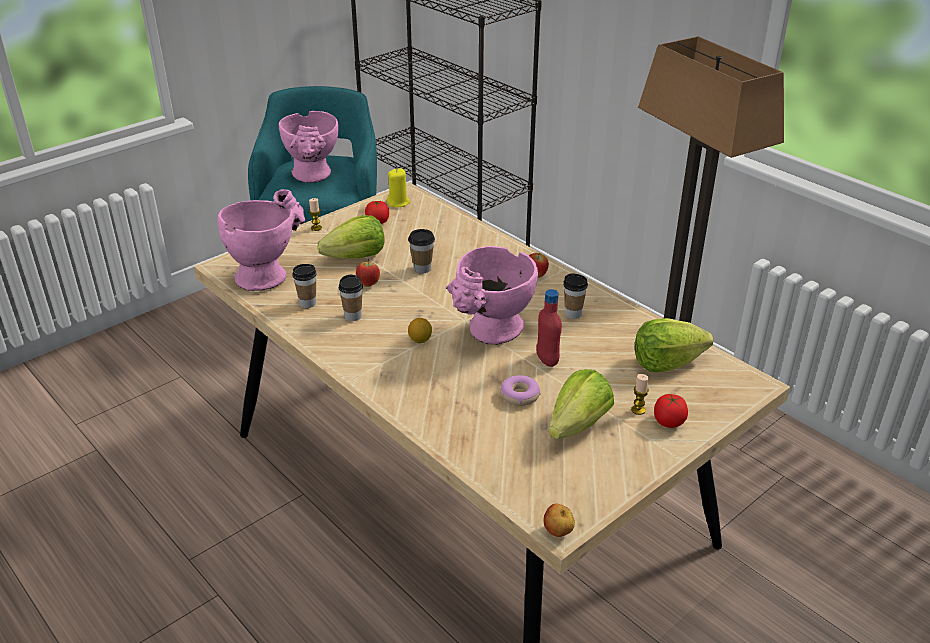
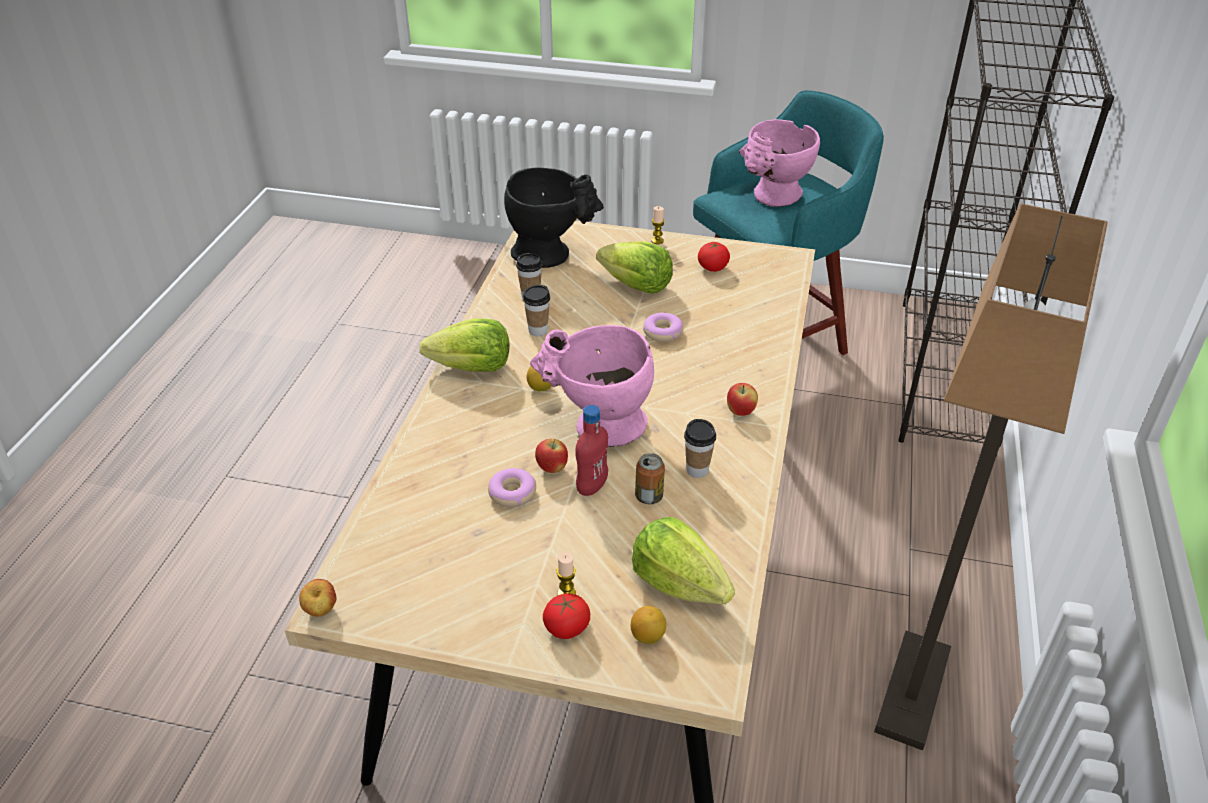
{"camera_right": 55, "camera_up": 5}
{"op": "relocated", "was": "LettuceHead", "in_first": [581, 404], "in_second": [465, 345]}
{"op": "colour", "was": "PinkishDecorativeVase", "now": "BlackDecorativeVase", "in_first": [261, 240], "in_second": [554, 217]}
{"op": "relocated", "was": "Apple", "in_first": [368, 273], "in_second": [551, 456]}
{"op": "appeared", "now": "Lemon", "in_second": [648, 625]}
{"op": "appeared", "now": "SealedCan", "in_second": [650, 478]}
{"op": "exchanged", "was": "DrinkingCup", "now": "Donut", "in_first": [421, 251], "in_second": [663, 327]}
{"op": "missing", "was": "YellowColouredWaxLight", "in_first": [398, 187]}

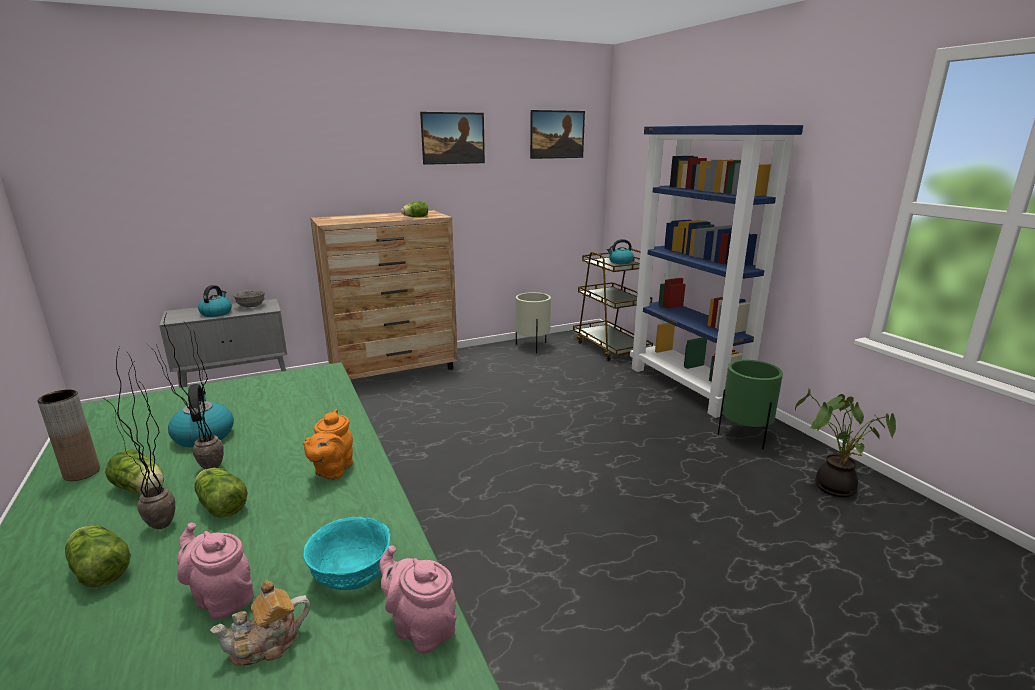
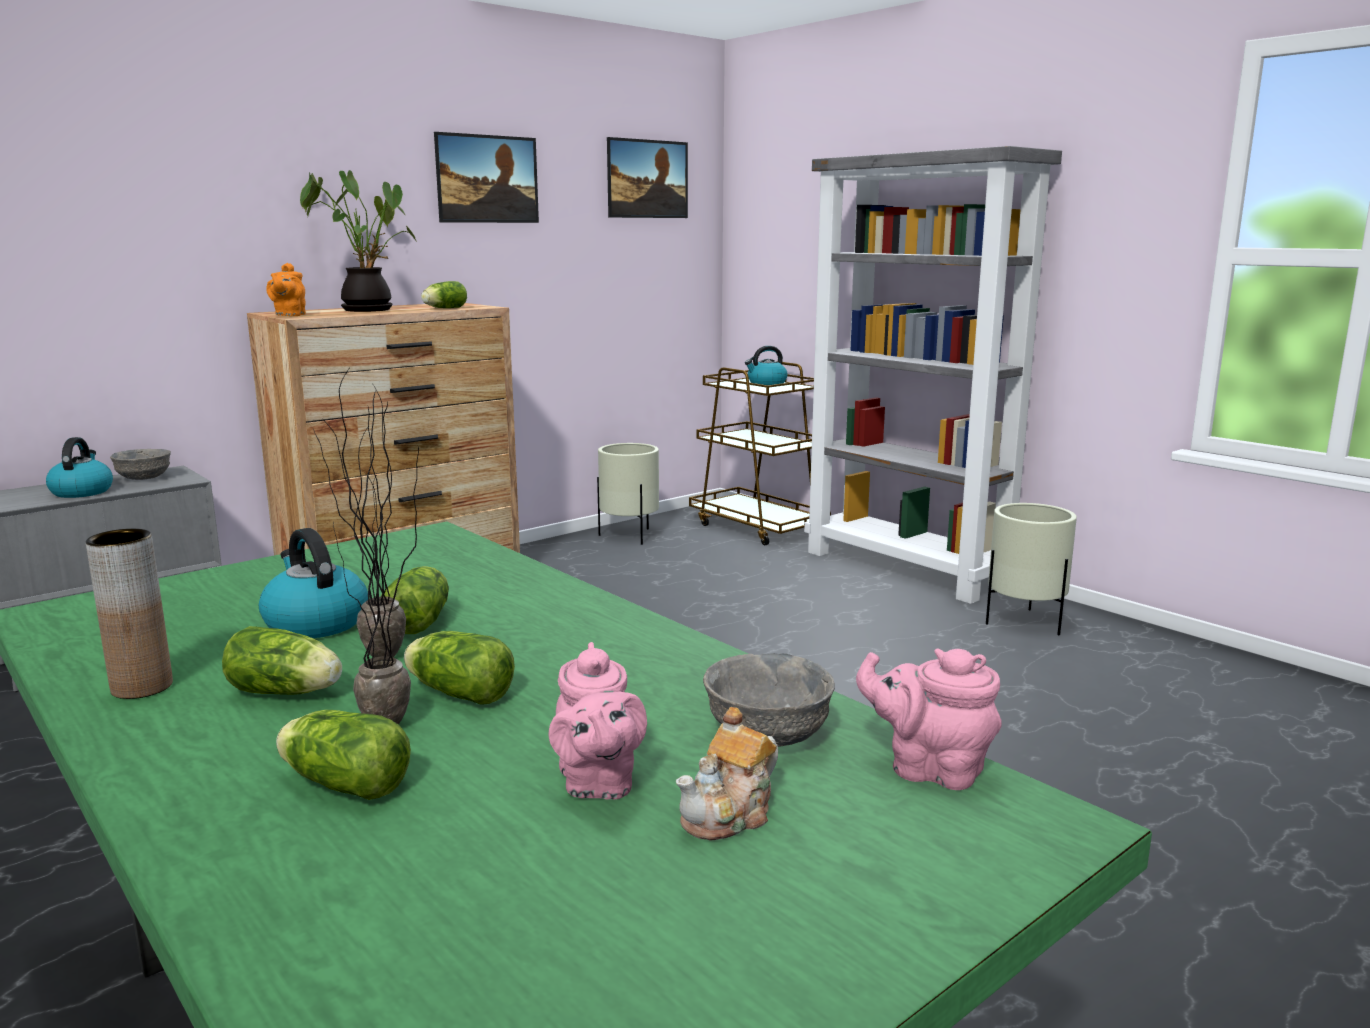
{"camera_right": -15, "camera_up": -5}
{"op": "relocated", "was": "OrangeColouredTeaPot", "in_first": [328, 444], "in_second": [286, 289]}
{"op": "relocated", "was": "PottedPlant", "in_first": [845, 443], "in_second": [358, 241]}
{"op": "appeared", "now": "LettuceHead", "in_second": [415, 600]}
{"op": "spun", "was": "PinkishTeaPot", "in_first": [215, 571], "in_second": [597, 721], "clockwise": -120}
{"op": "colour", "was": "TurquoiseServingBowl", "now": "GreyishServingBowl", "in_first": [346, 553], "in_second": [769, 700]}
{"op": "colour", "was": "BlueShelvingUnit", "now": "GreyishShelvingUnit", "in_first": [716, 271], "in_second": [933, 375]}
{"op": "colour", "was": "GreenPlantPot", "now": "BeigeColouredPlantPot", "in_first": [750, 404], "in_second": [1031, 569]}

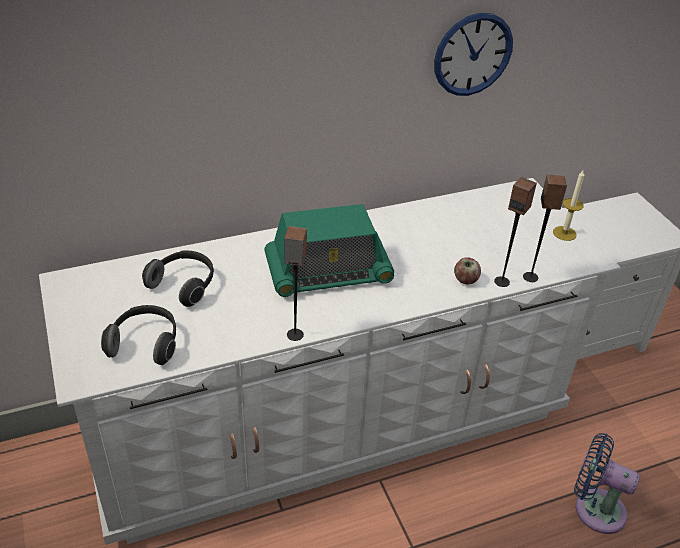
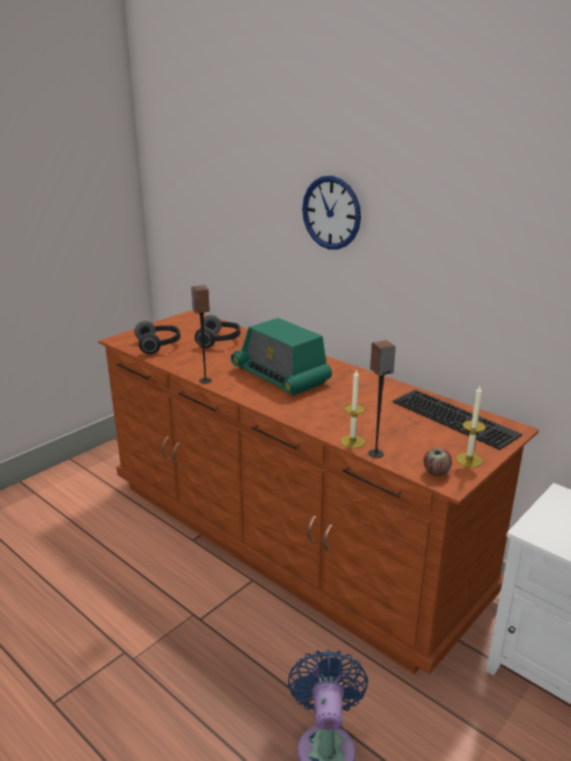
{"camera_right": 65, "camera_up": -15}
{"op": "colour", "was": "WhiteColouredDrawerChest", "now": "BrownishDrawerChest", "in_first": [329, 361], "in_second": [318, 492]}
{"op": "relocated", "was": "ClockOnTheWall", "in_first": [473, 54], "in_second": [331, 213]}
{"op": "exchanged", "was": "AudioSpeaker", "now": "WaxLight", "in_first": [515, 232], "in_second": [352, 408]}
{"op": "appeared", "now": "Keyboard", "in_second": [457, 420]}
{"op": "relocated", "was": "Apple", "in_first": [467, 270], "in_second": [438, 462]}

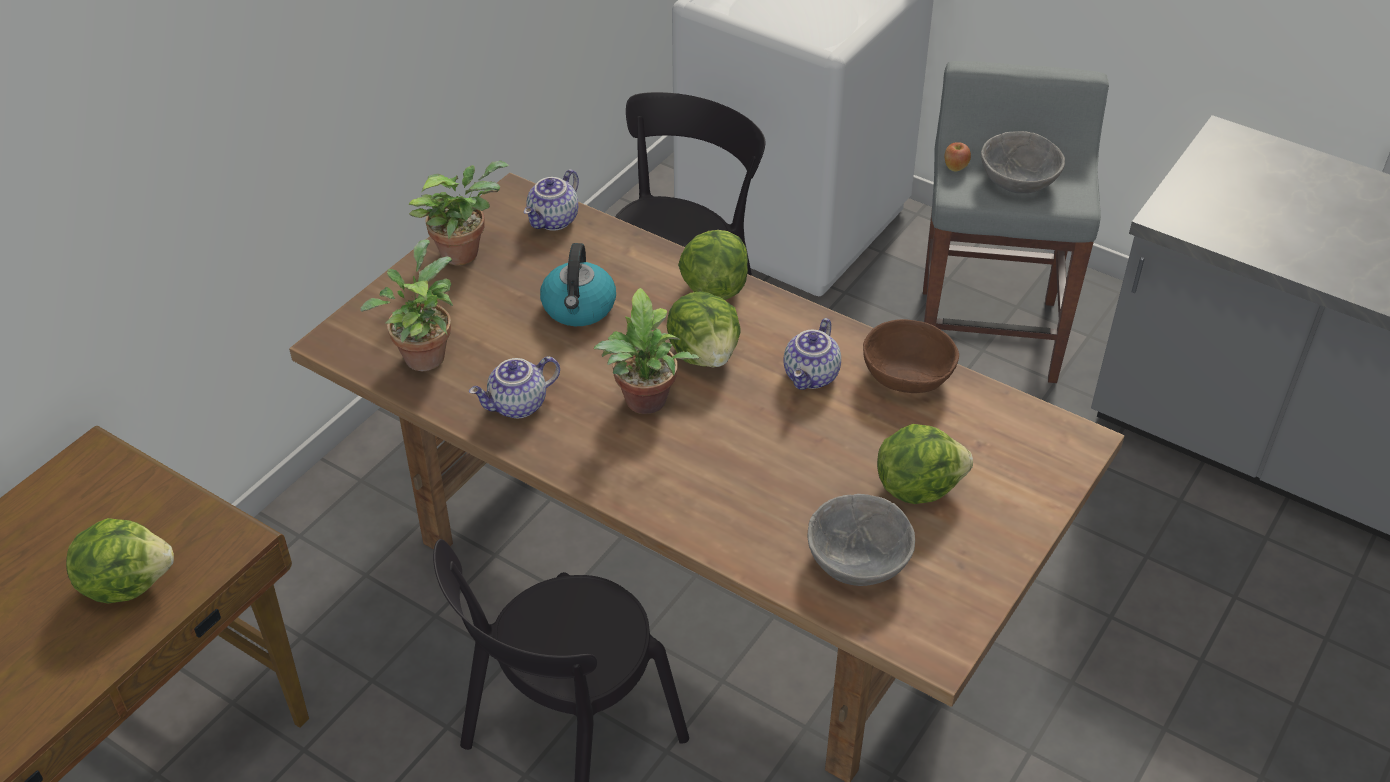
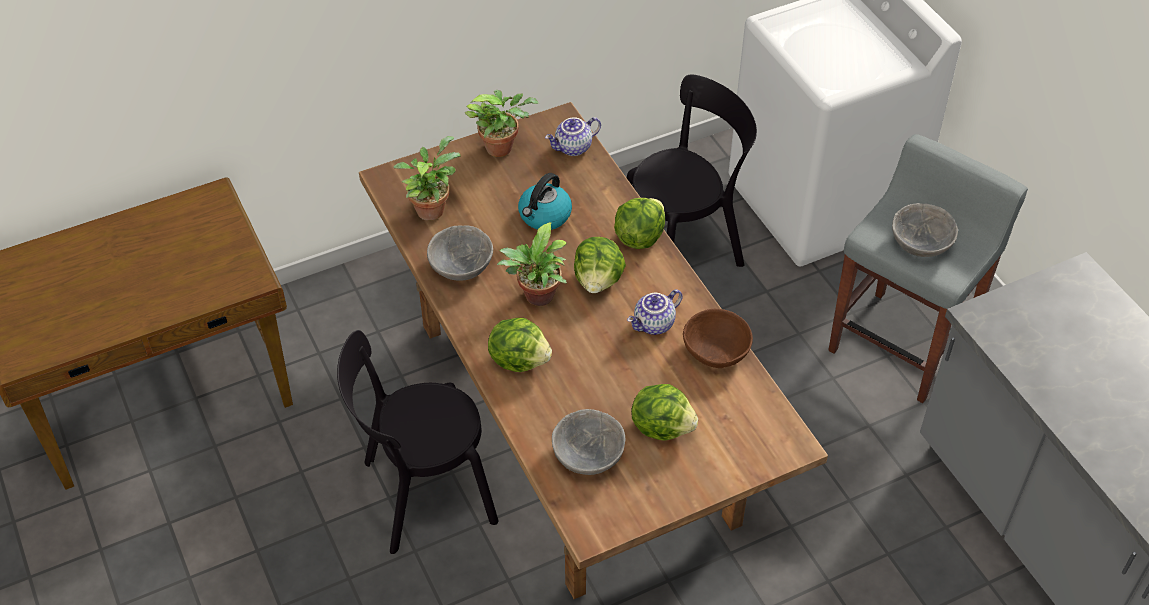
{"camera_right": 30, "camera_up": 5}
{"op": "exchanged", "was": "TeaPot", "now": "GreyishServingBowl", "in_first": [514, 387], "in_second": [460, 253]}
{"op": "relocated", "was": "LettuceHead", "in_first": [120, 560], "in_second": [520, 345]}
{"op": "missing", "was": "Apple", "in_first": [957, 156]}

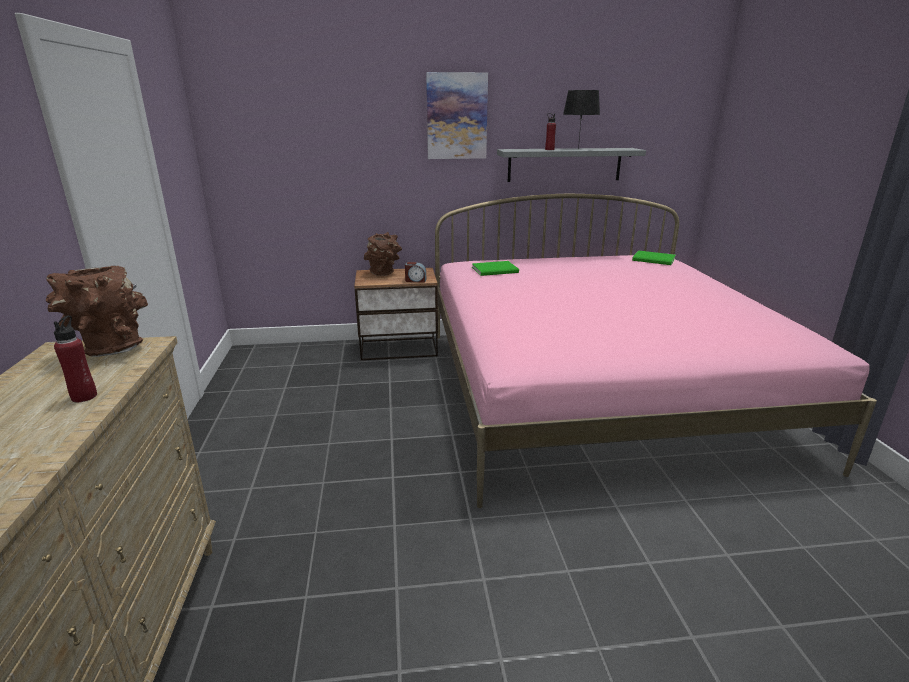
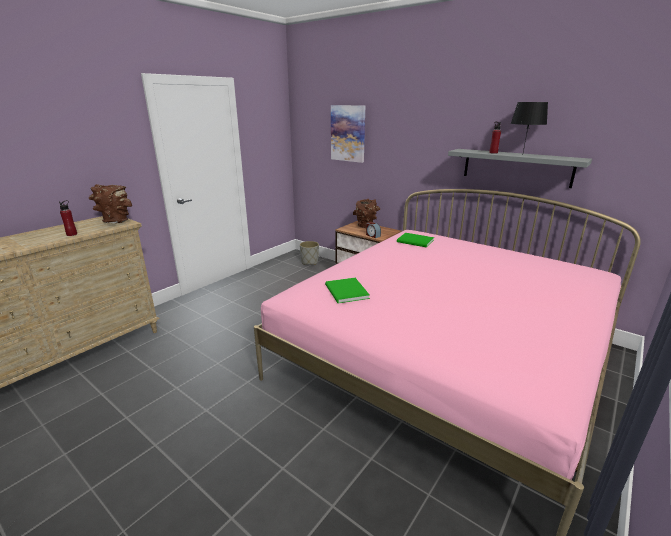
{"camera_right": 45, "camera_up": 0}
{"op": "appeared", "now": "GreyishPlantPot", "in_second": [309, 253]}
{"op": "relocated", "was": "GreenVolume", "in_first": [654, 257], "in_second": [347, 291]}
{"op": "relocated", "was": "WallArt", "in_first": [457, 115], "in_second": [348, 134]}

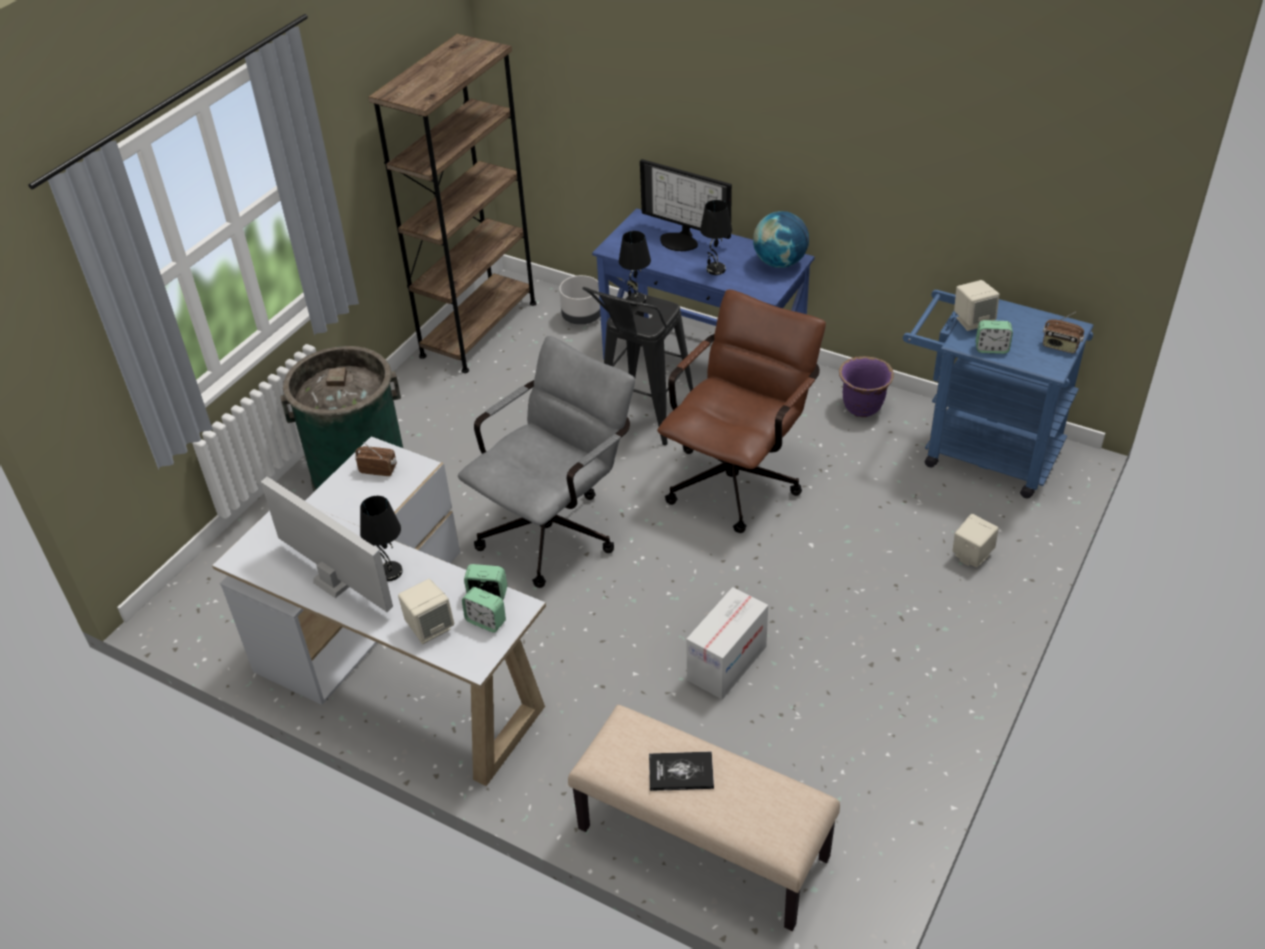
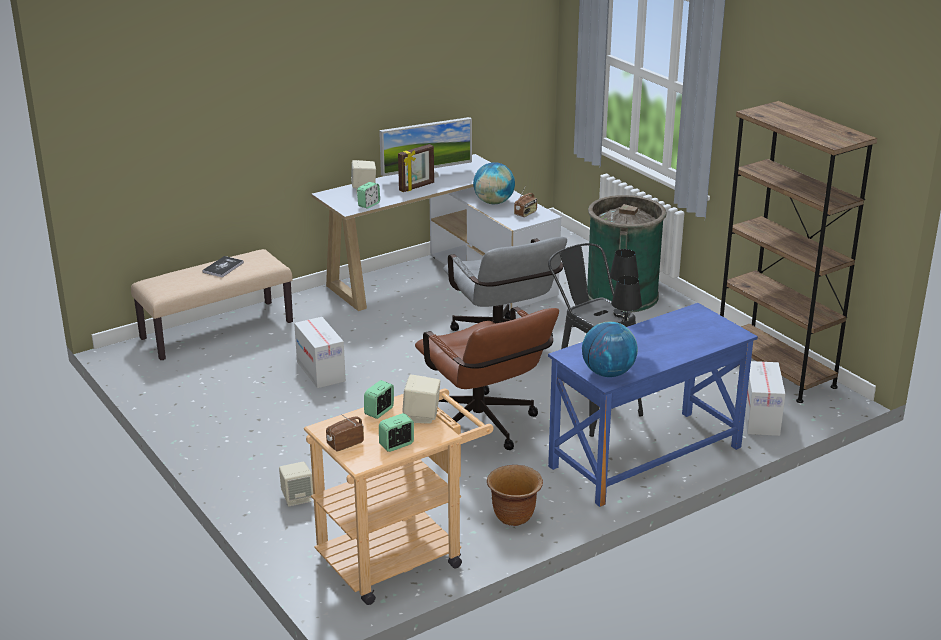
{"camera_right": 115, "camera_up": -15}
{"op": "colour", "was": "BlueWheeledCart", "now": "BeigeColouredWheeledCart", "in_first": [998, 394], "in_second": [399, 496]}
{"op": "relocated", "was": "AlarmClock", "in_first": [484, 610], "in_second": [396, 432]}
{"op": "exchanged", "was": "BlackTabletopLamp", "now": "PhotoFrame", "in_first": [381, 538], "in_second": [416, 168]}
{"op": "appeared", "now": "DeskGlobe", "in_second": [494, 183]}
{"op": "colour", "was": "PurpleColouredPlantPot", "now": "BrownishPlantPot", "in_first": [866, 386], "in_second": [515, 495]}
{"op": "exchanged", "was": "GreyishPlantPot", "now": "CardboardBox", "in_first": [579, 300], "in_second": [765, 398]}
{"op": "missing", "was": "ComputerDisplay", "in_first": [686, 205]}

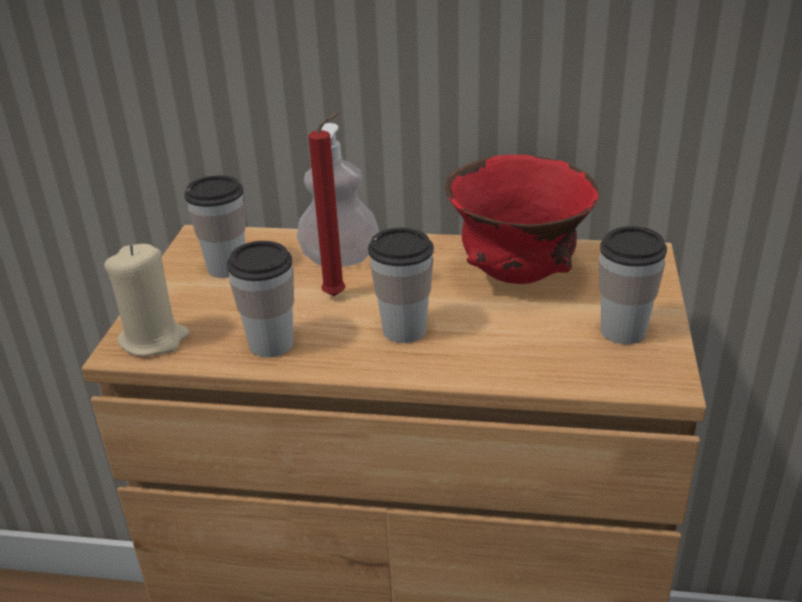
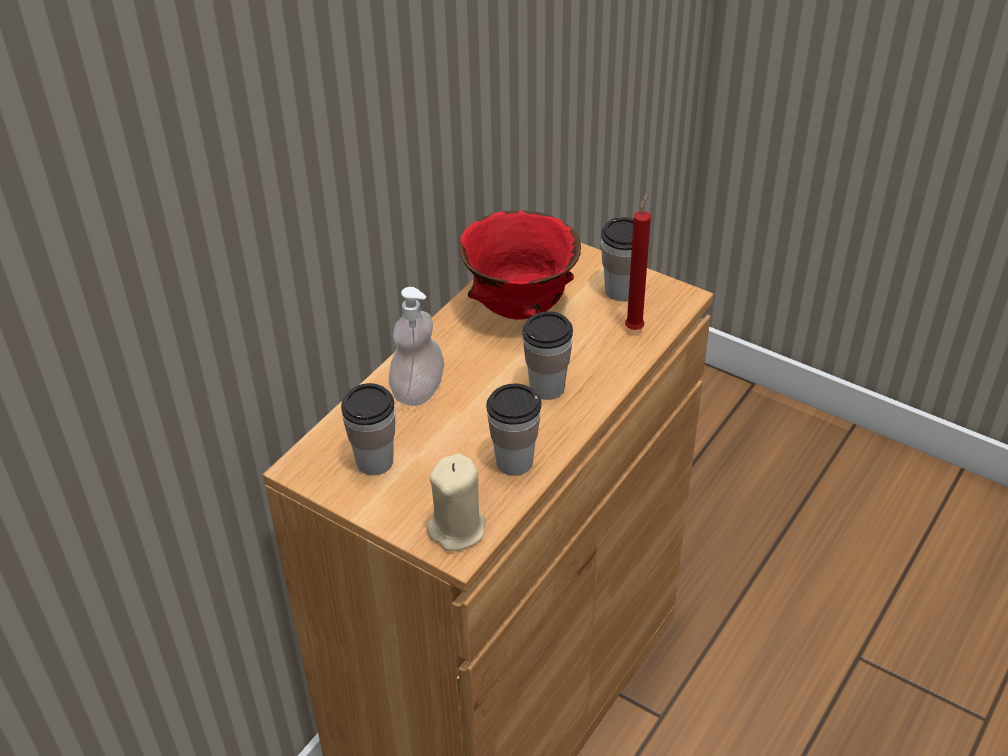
{"camera_right": -65, "camera_up": 10}
{"op": "relocated", "was": "RedColouredWaxLight", "in_first": [327, 204], "in_second": [638, 261]}

